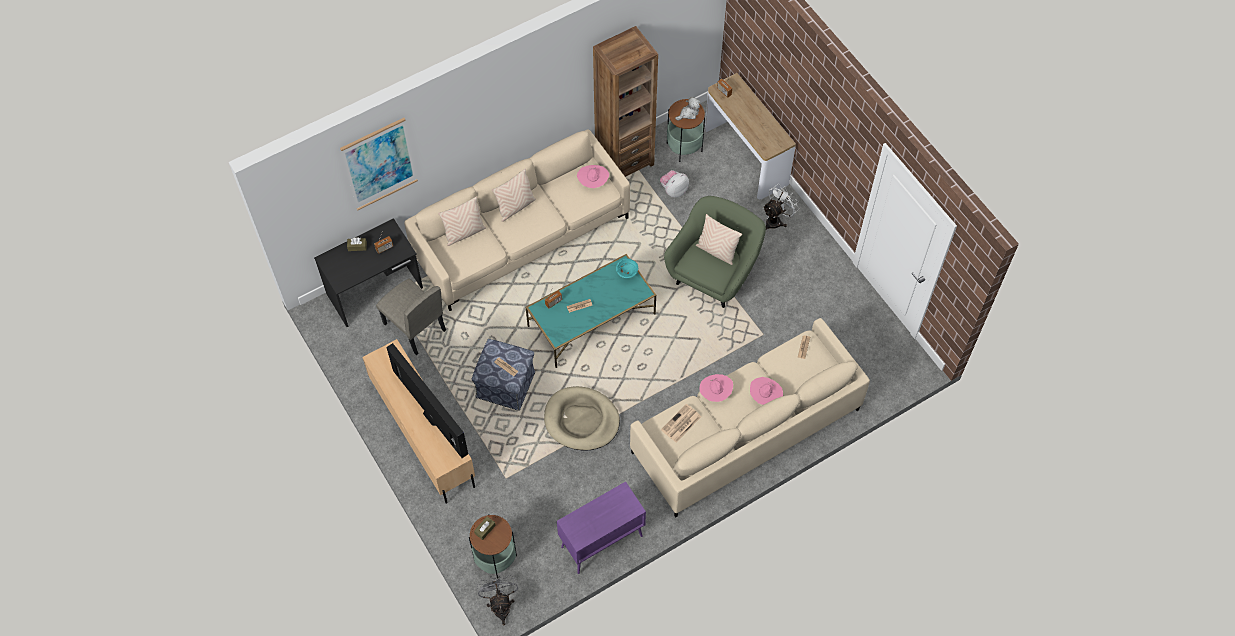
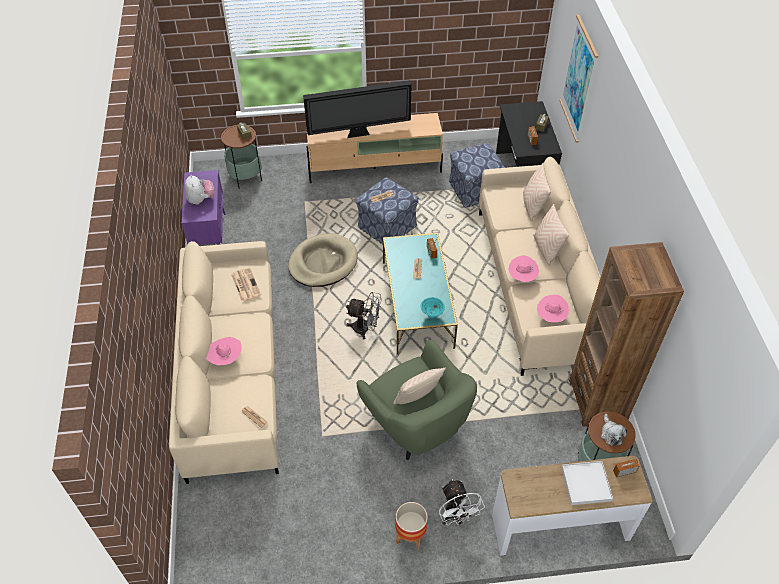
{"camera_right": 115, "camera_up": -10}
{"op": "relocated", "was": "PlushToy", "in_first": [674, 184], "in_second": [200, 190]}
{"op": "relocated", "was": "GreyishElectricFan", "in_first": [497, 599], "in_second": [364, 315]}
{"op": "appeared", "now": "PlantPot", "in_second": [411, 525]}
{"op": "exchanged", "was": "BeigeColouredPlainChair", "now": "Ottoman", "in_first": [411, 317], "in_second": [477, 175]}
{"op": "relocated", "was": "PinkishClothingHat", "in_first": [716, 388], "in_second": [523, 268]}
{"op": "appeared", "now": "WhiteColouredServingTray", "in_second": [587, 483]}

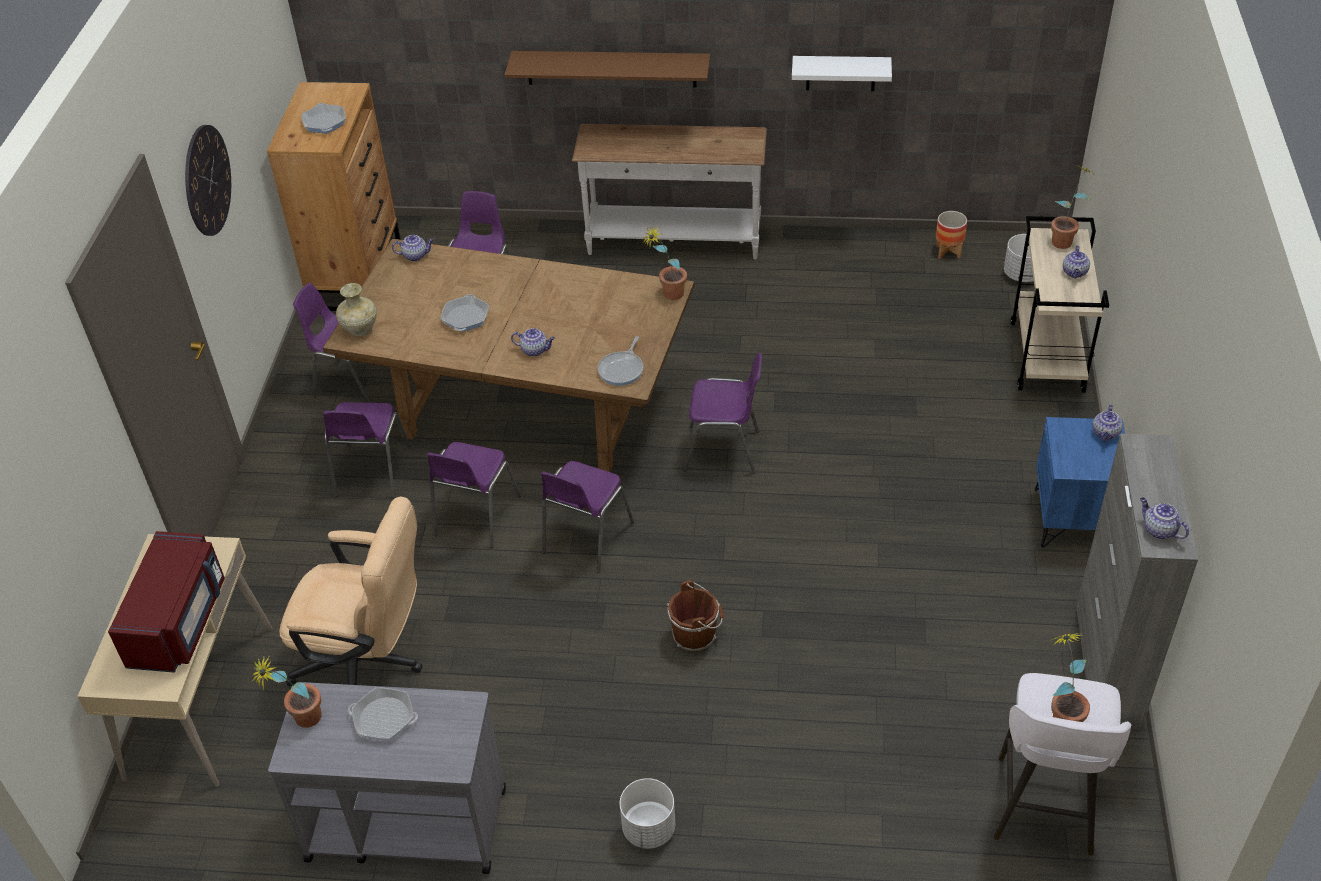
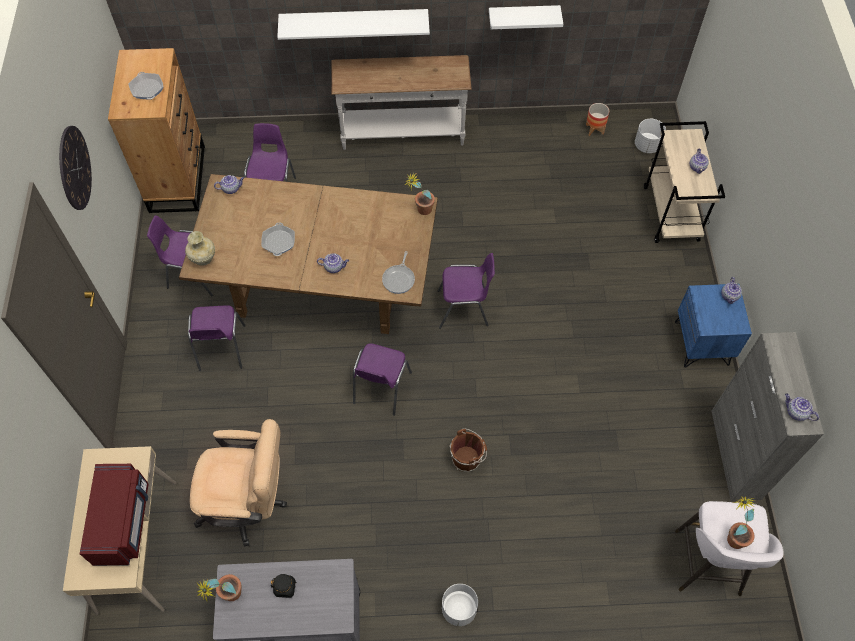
{"camera_right": -10, "camera_up": 15}
{"op": "exchanged", "was": "Skillet", "now": "BlackStorageJar", "in_first": [383, 714], "in_second": [284, 586]}
{"op": "colour", "was": "BrownishShelf", "now": "WhiteColouredShelf", "in_first": [607, 69], "in_second": [353, 24]}
{"op": "missing", "was": "PurpleColouredPlainChair", "in_first": [474, 495]}
{"op": "missing", "was": "PottedPlant", "in_first": [1073, 208]}

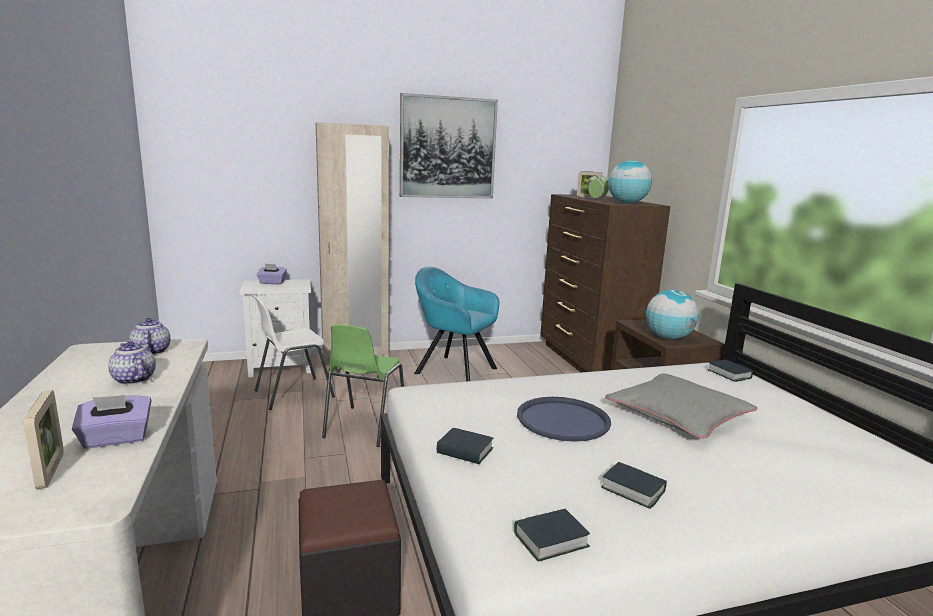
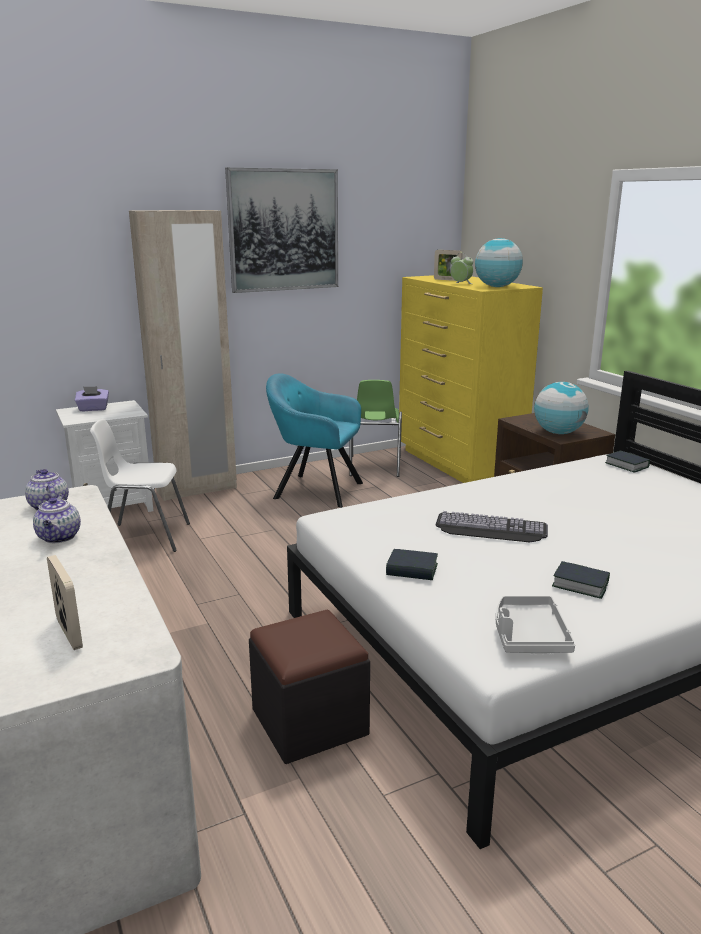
{"camera_right": -10, "camera_up": 5}
{"op": "spun", "was": "TeaPot", "in_first": [132, 363], "in_second": [57, 519], "clockwise": -135}
{"op": "spun", "was": "WhiteColouredPlainChair", "in_first": [293, 352], "in_second": [140, 485], "clockwise": 45}
{"op": "relocated", "was": "GreenPlainChair", "in_first": [363, 385], "in_second": [375, 428]}
{"op": "colour", "was": "BrownishDrawerChest", "now": "YellowColouredDrawerChest", "in_first": [605, 283], "in_second": [471, 379]}
{"op": "exchanged", "was": "BlueServingTray", "now": "Keyboard", "in_first": [564, 419], "in_second": [492, 526]}
{"op": "exchanged", "was": "Volume", "now": "GreyishServingTray", "in_first": [552, 535], "in_second": [535, 624]}
{"op": "missing", "was": "PurpleColouredTissueHolder", "in_first": [111, 422]}
{"op": "missing", "was": "GreyishPillow", "in_first": [681, 405]}

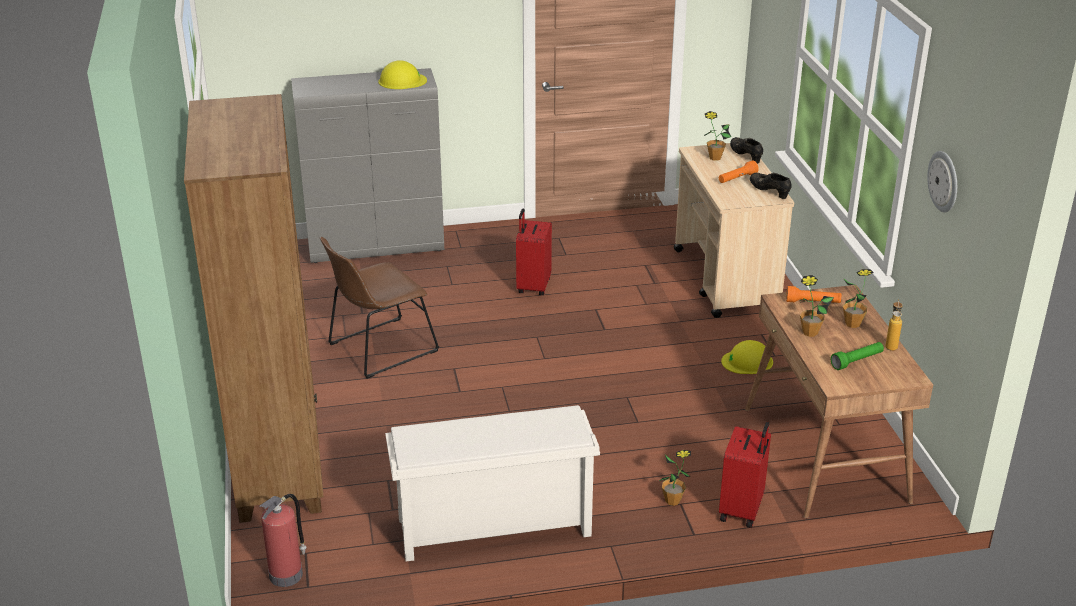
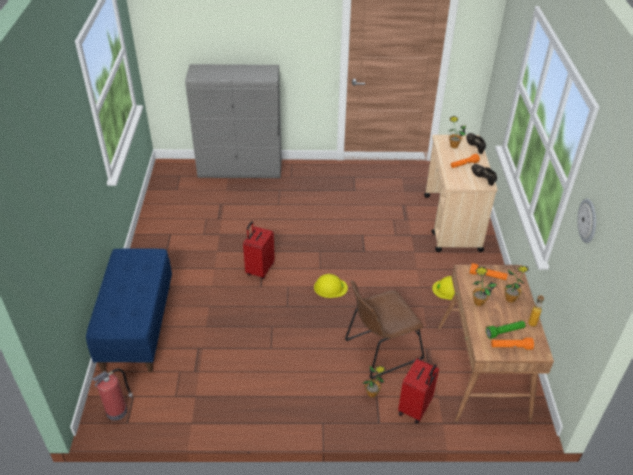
{"camera_right": 10, "camera_up": 10}
{"op": "exchanged", "was": "BrownishShelvingUnit", "now": "BlueBench", "in_first": [254, 308], "in_second": [129, 310]}
{"op": "relocated", "was": "RedColouredTravelCase", "in_first": [534, 251], "in_second": [259, 250]}
{"op": "relocated", "was": "YellowColouredHardHat", "in_first": [402, 74], "in_second": [331, 286]}
{"op": "relocated", "was": "BrownishPlainChair", "in_first": [379, 308], "in_second": [385, 330]}
{"op": "appeared", "now": "OrangeColouredTorch", "in_second": [512, 343]}
{"op": "missing", "was": "WhiteColouredShoeStand", "in_first": [492, 483]}

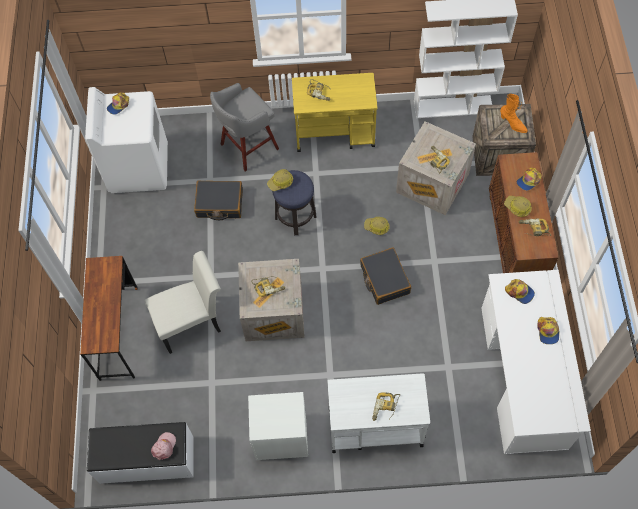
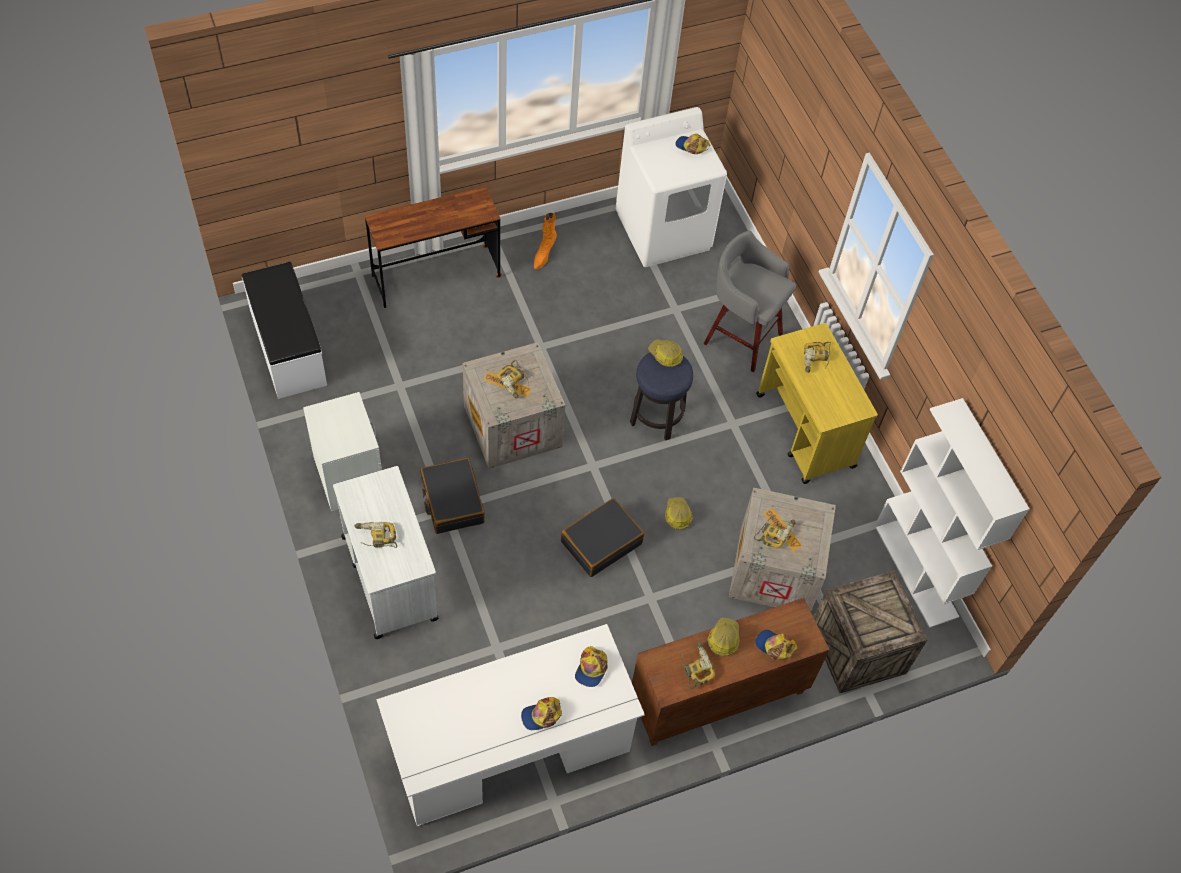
{"camera_right": 65, "camera_up": -5}
{"op": "relocated", "was": "BlackTravelCase", "in_first": [218, 200], "in_second": [452, 496]}
{"op": "relocated", "was": "OrangeColouredHighTopBoot", "in_first": [514, 113], "in_second": [545, 241]}
{"op": "missing", "was": "WhiteColouredPlainChair", "in_first": [182, 302]}
{"op": "missing", "was": "PinkishBaseballCap", "in_first": [163, 446]}

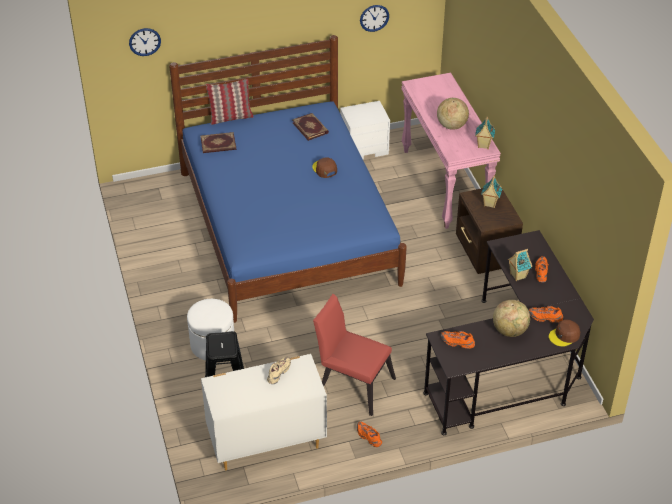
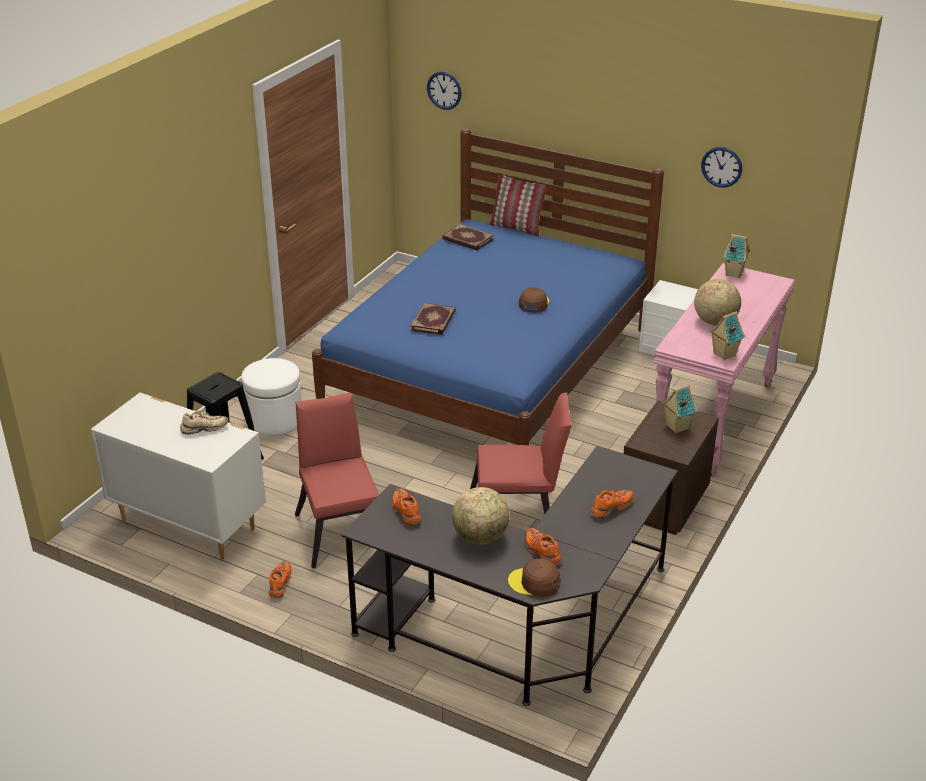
{"camera_right": 45, "camera_up": -10}
{"op": "relocated", "was": "Volume", "in_first": [310, 127], "in_second": [433, 319]}
{"op": "appeared", "now": "RedColouredPlainChair", "in_second": [521, 453]}
{"op": "relocated", "was": "MiniatureHouse", "in_first": [520, 265], "in_second": [737, 256]}

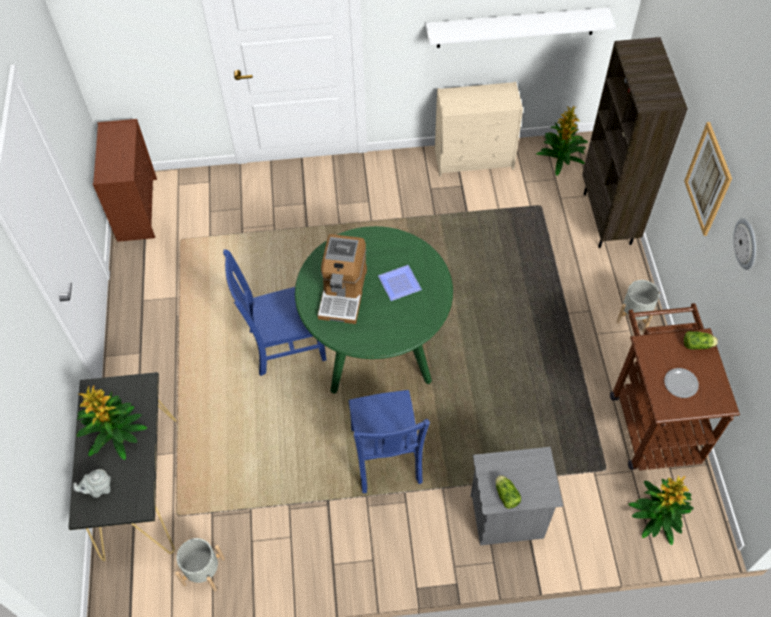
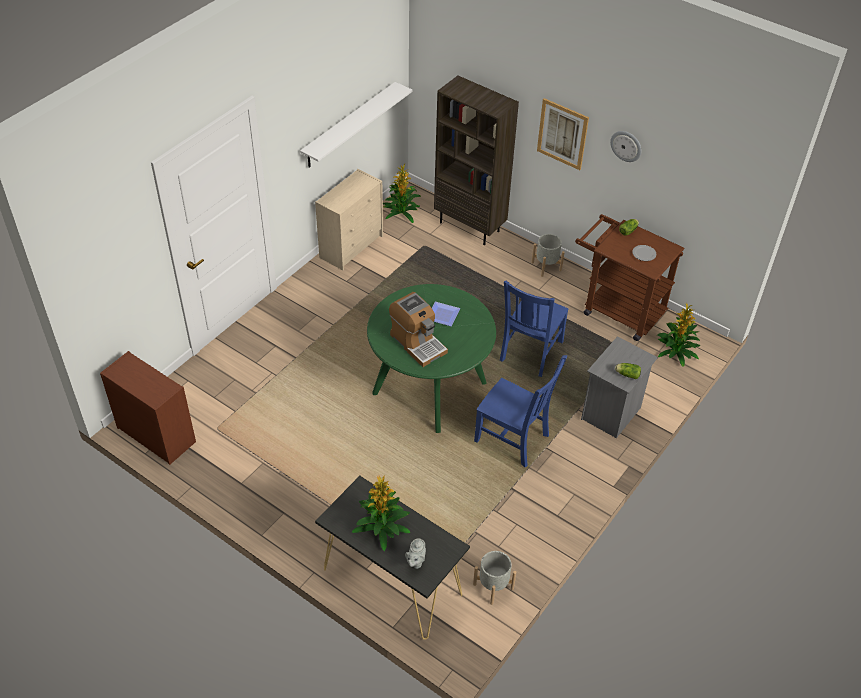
{"camera_right": -50, "camera_up": -10}
{"op": "relocated", "was": "BluePlainChair", "in_first": [275, 313], "in_second": [534, 329]}

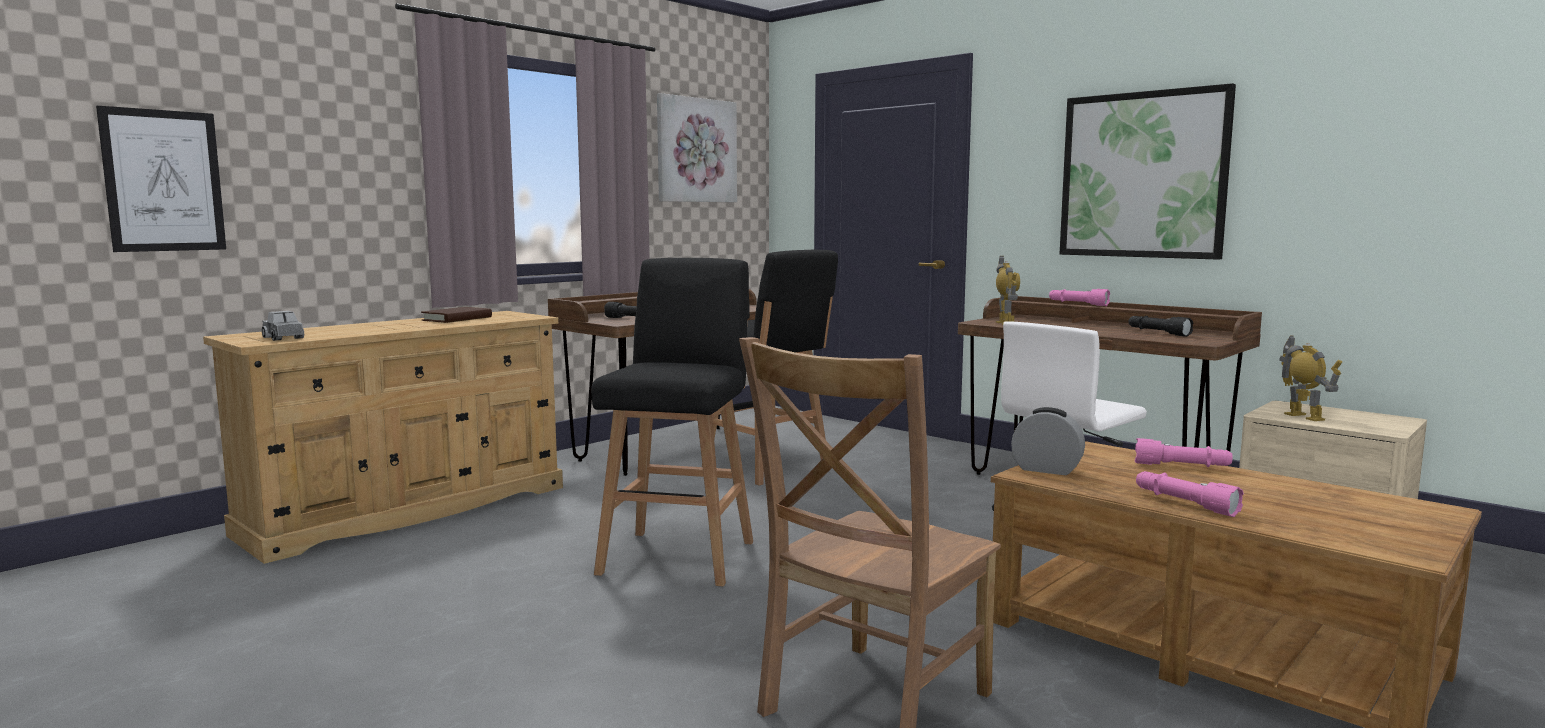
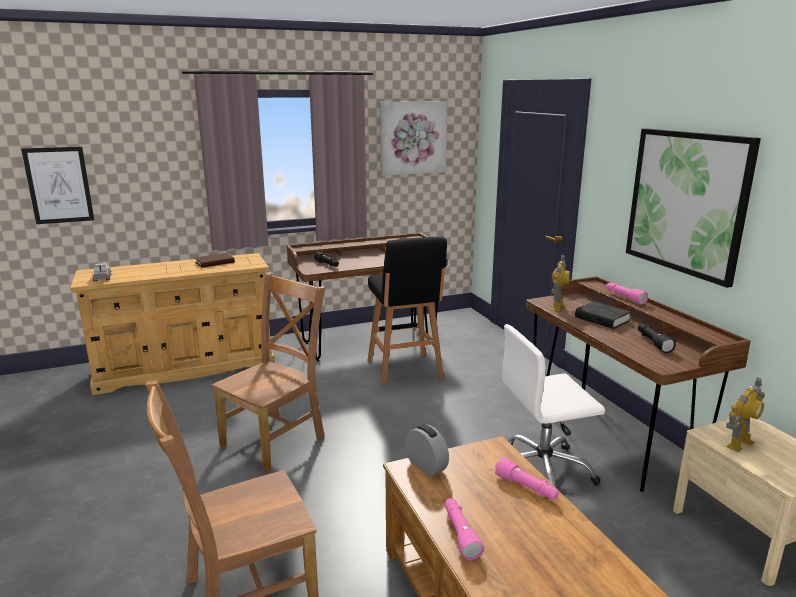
{"camera_right": 25, "camera_up": 10}
{"op": "exchanged", "was": "BlackSittingStool", "now": "BrownishPlainChair", "in_first": [672, 422], "in_second": [268, 372]}
{"op": "appeared", "now": "BlackVolume", "in_second": [603, 315]}
{"op": "spun", "was": "ModelRobot", "in_first": [1310, 378], "in_second": [745, 415], "clockwise": 45}

